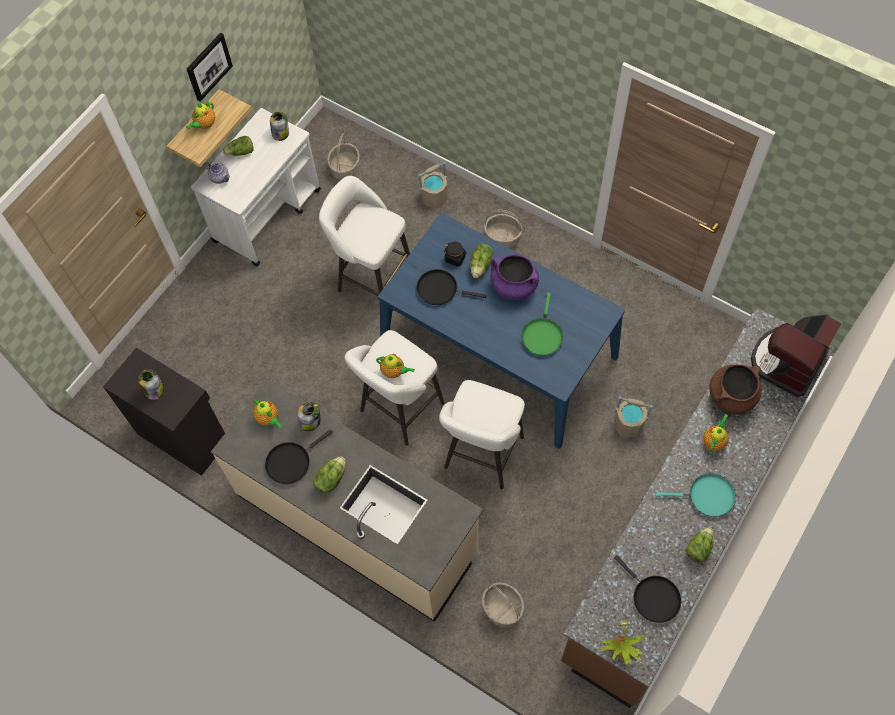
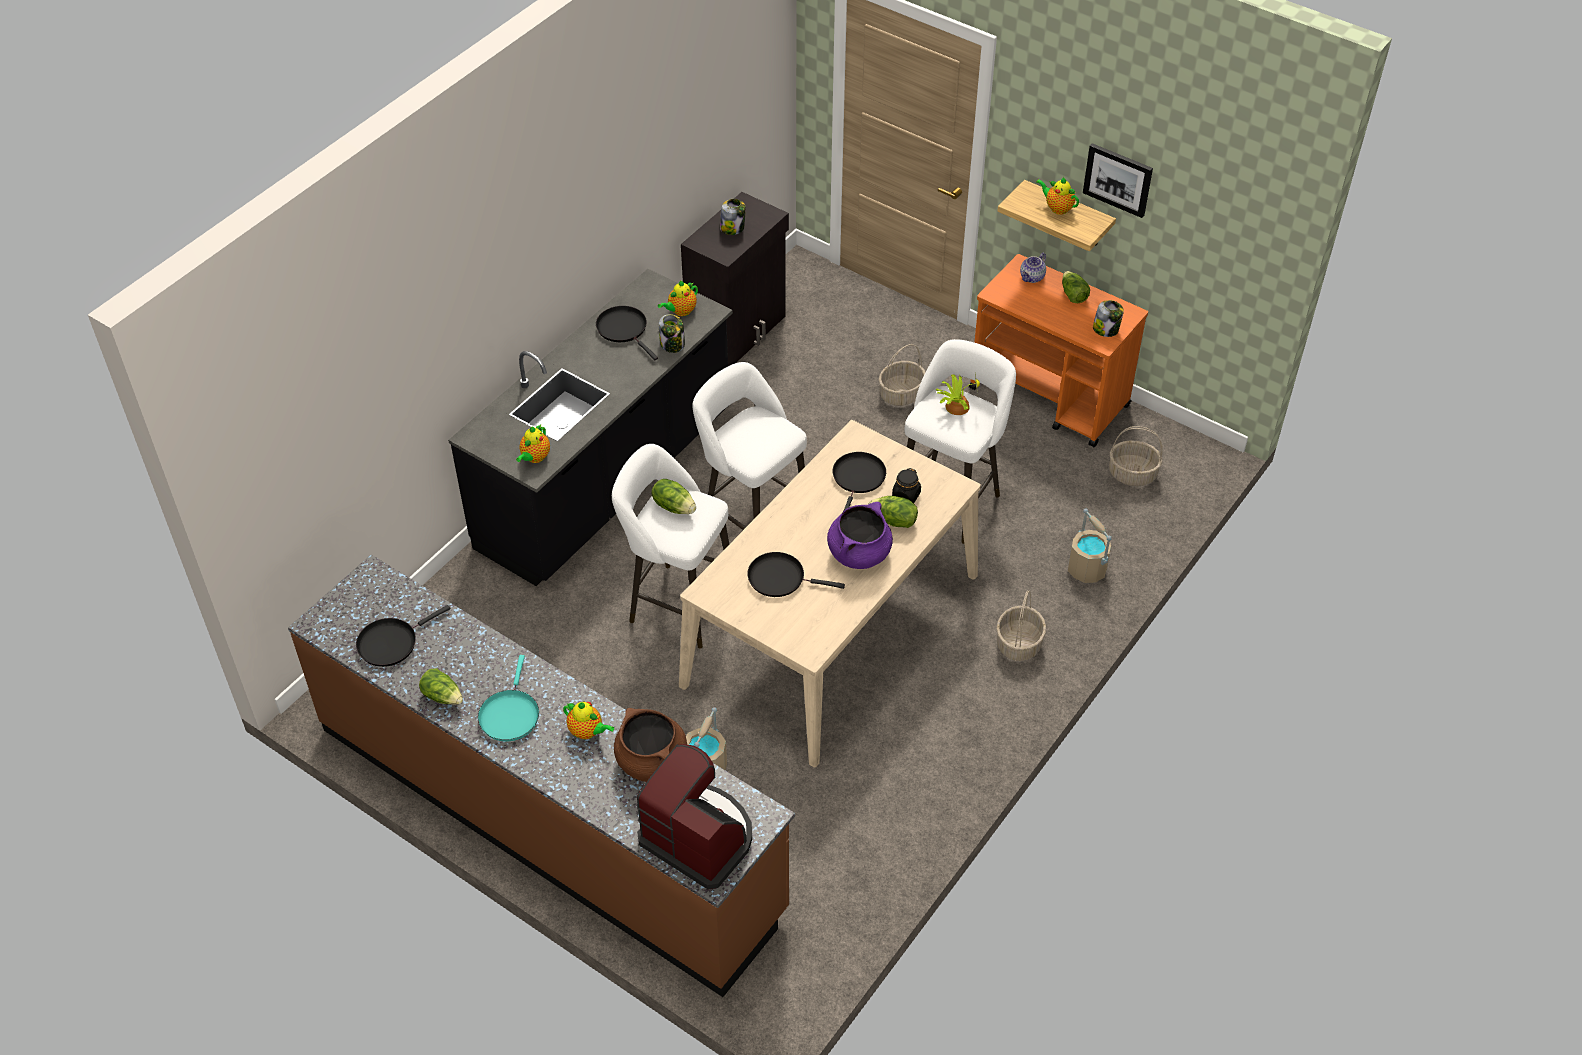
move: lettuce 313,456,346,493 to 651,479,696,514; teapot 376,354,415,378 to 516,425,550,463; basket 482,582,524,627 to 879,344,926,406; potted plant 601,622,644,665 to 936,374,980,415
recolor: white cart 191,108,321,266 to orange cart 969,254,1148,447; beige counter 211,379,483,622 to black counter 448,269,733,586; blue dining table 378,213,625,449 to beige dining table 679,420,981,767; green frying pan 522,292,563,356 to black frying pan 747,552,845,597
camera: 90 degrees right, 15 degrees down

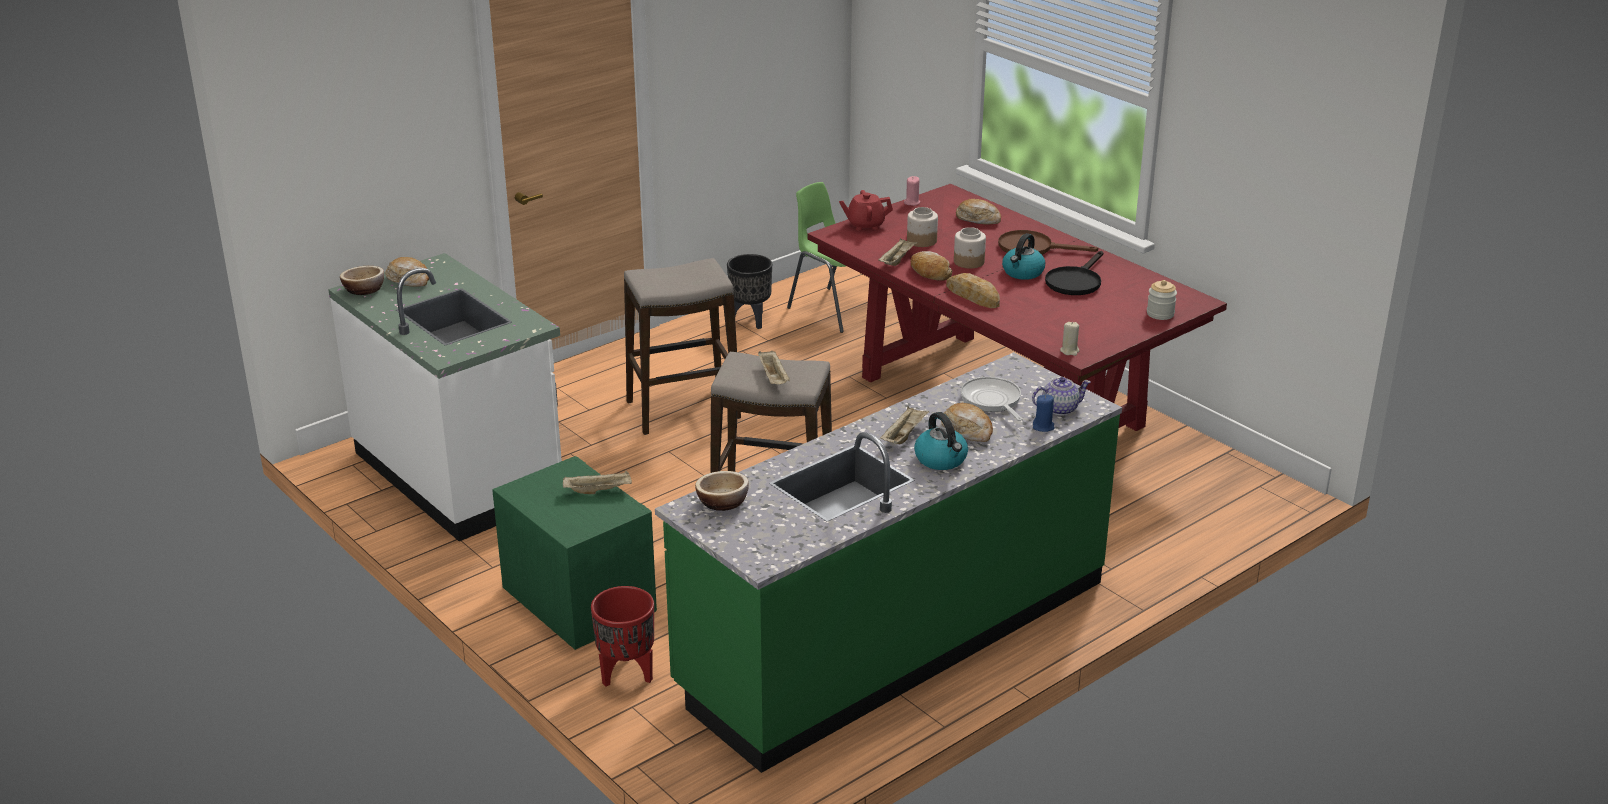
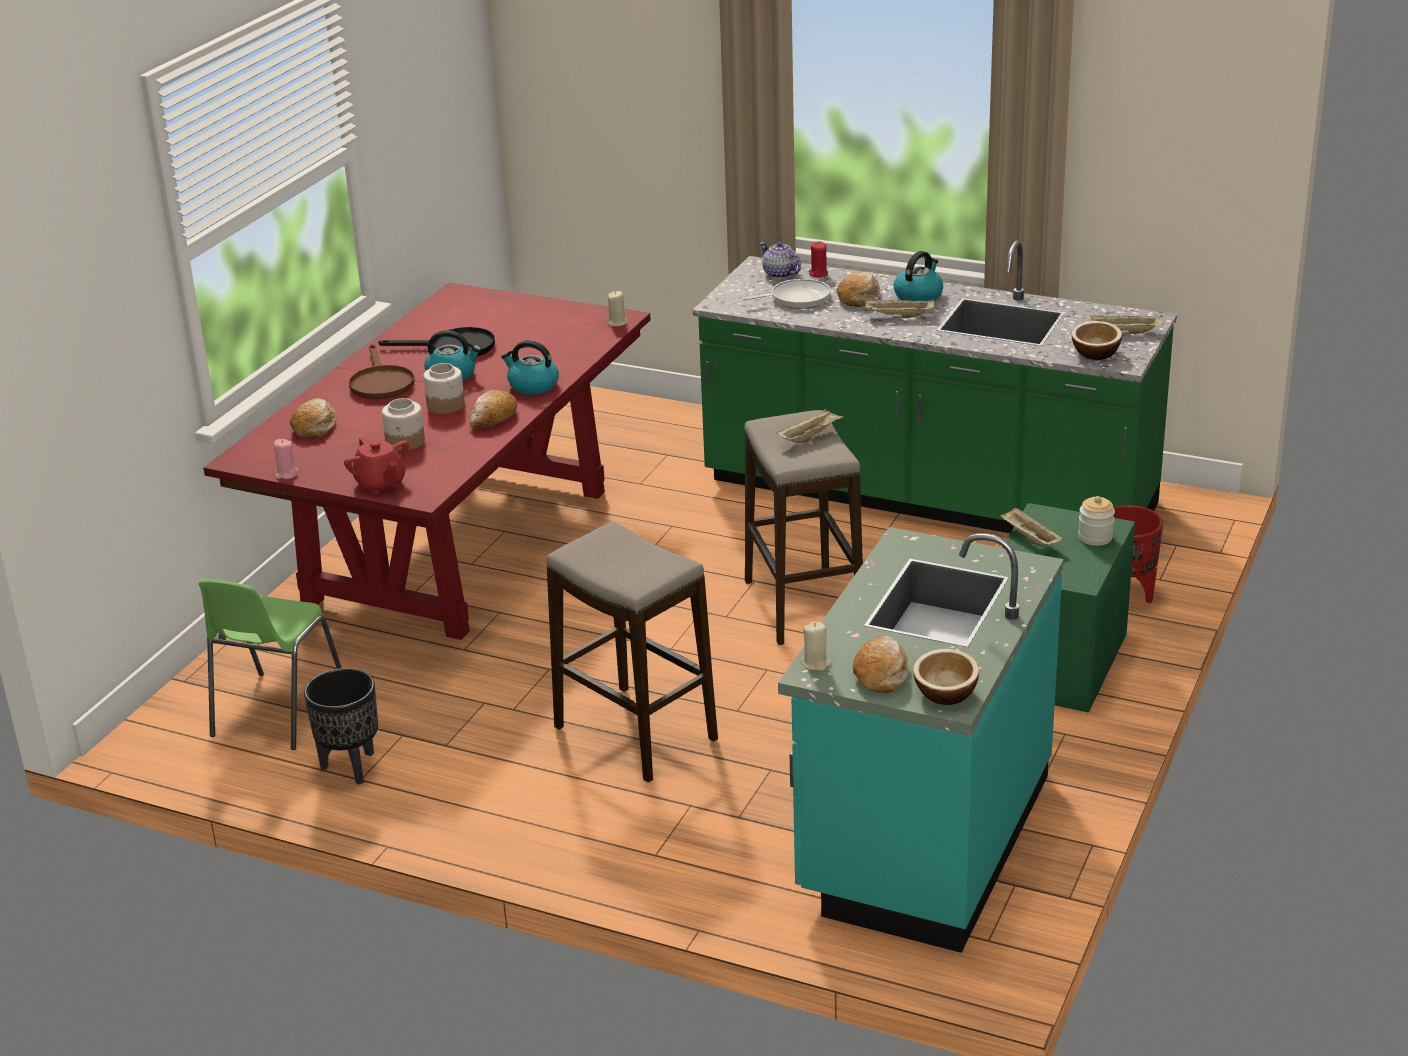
insert: beige candle 801,622,832,671
move: beige tray 878,238,918,266 to 1091,315,1164,334; jar 1147,280,1177,320 to 1078,496,1115,546
replace: bread 946,273,1000,308 to kettle 501,340,559,395
recolor: white counter 328,253,562,541 to turquoise counter 778,527,1064,953; blue candle 1033,394,1055,432 to red candle 809,241,828,277
rotate: frying pan 961,377,1023,421 = 743,279,831,309 150 degrees counterclockwise
camera: 115 degrees left, 0 degrees up

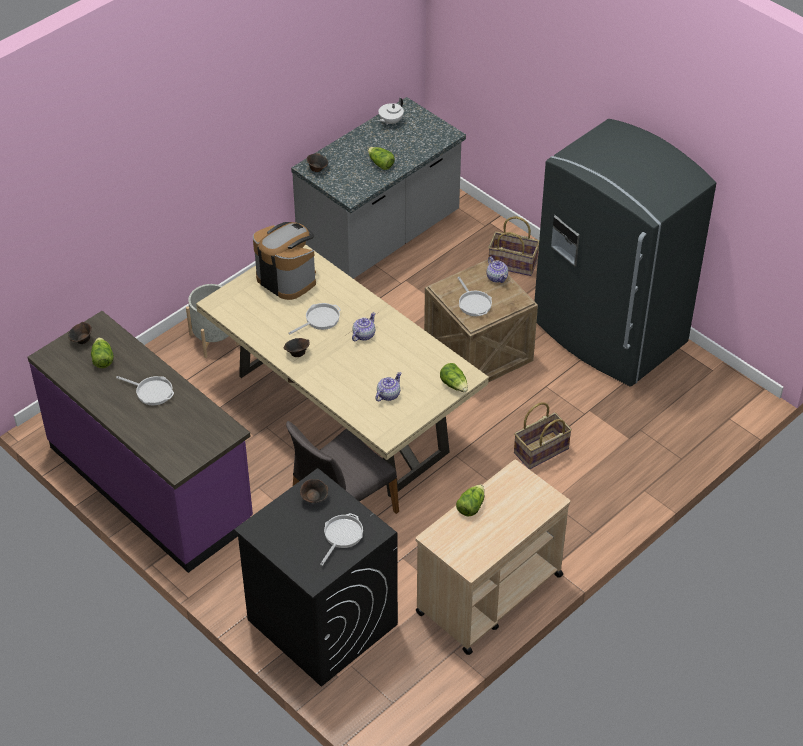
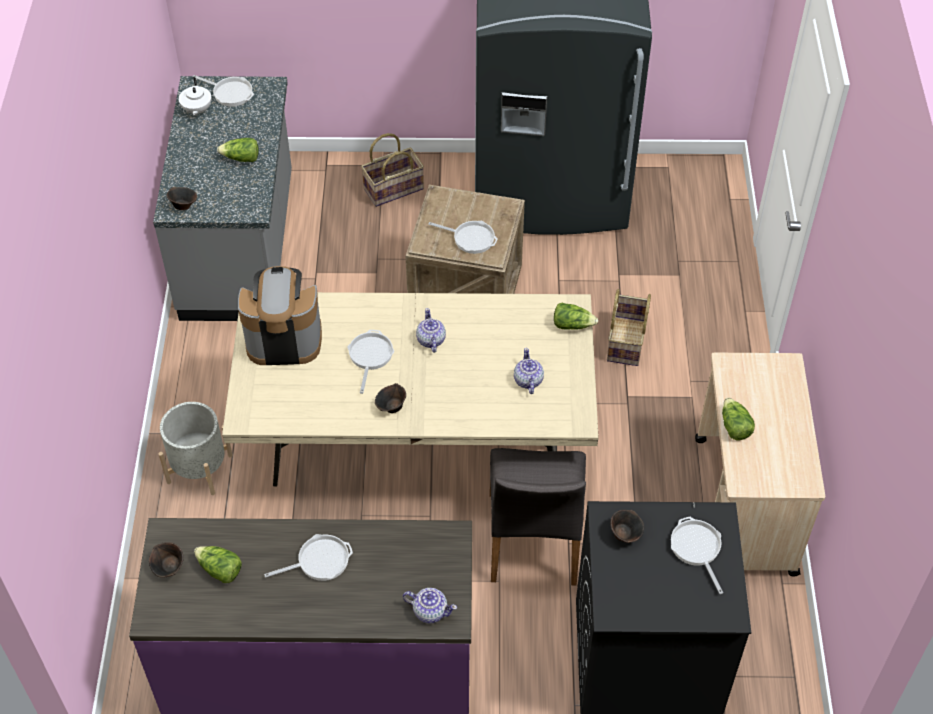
insert: frying pan 193,75,254,107
move: teapot 487,256,508,283 to 403,588,457,623
camera: 45 degrees left, 5 degrees up

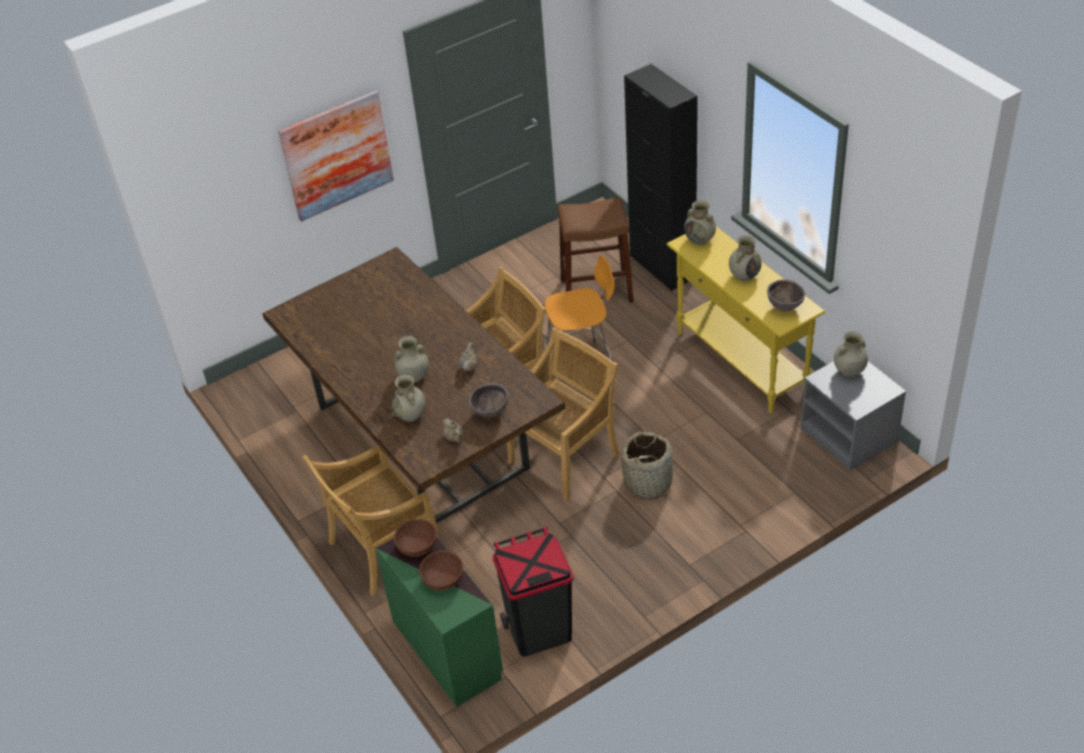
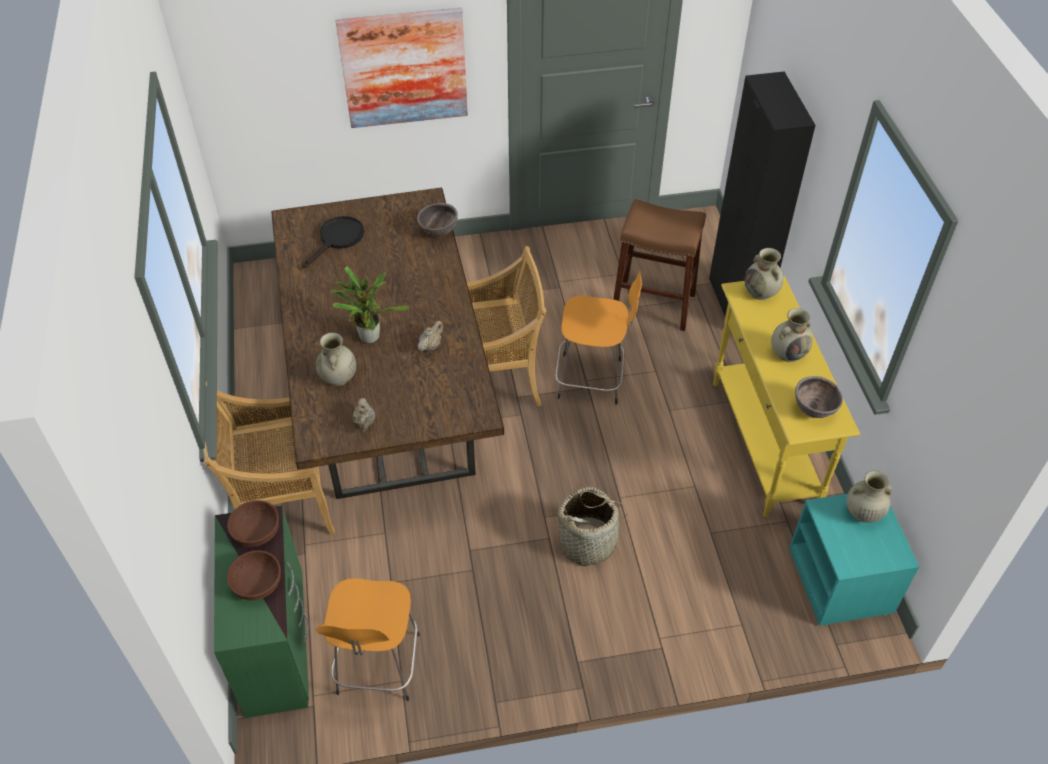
delete: beige chair 507,327,620,501
insert: black frying pan 302,216,364,268
move: brown bowl 469,383,508,418 to 417,203,458,237
replace: beige vase 395,336,429,383 to potted plant 331,266,409,343; black trash can 493,526,574,656 to orange stool 316,578,420,701
recolor: grey nightstand 800,361,906,471 to turquoise nightstand 789,494,919,626
camera: 20 degrees right, 5 degrees up

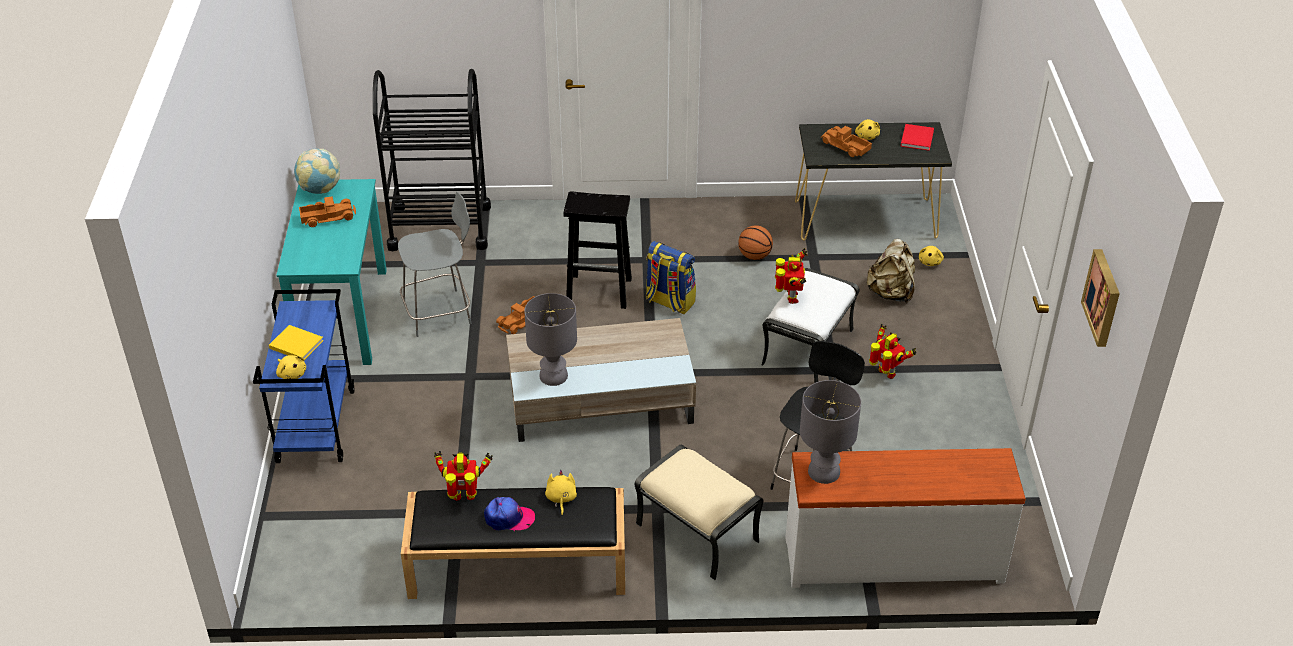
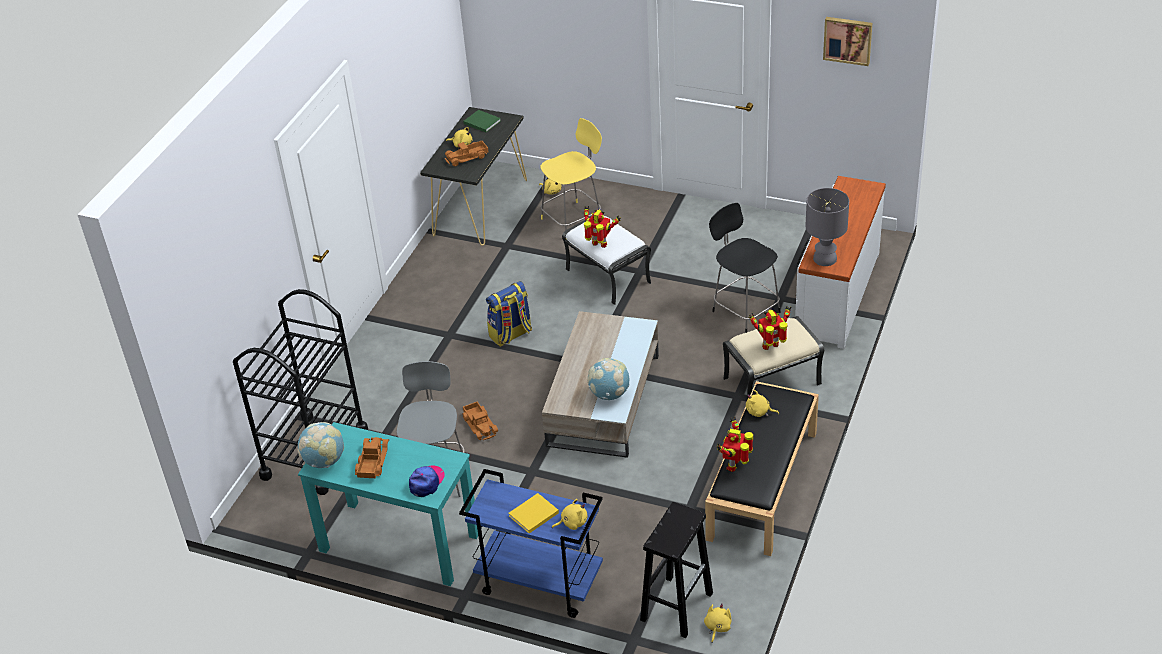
delete: basketball 738,225,773,260
insert: yellow plush toy 704,604,731,643
move: cap 484,497,535,531 to 409,465,445,497; black stool 564,191,632,309 to 640,502,713,638; toy robot 869,324,917,379 to 748,306,791,350
replace: grey table lamp 524,293,577,386 to globe 587,358,630,400; beige backpack 866,239,915,303 to yellow stool 540,118,602,240
recolor: red book 901,124,934,151 to green book 463,110,501,132
camera: 65 degrees left, 0 degrees up

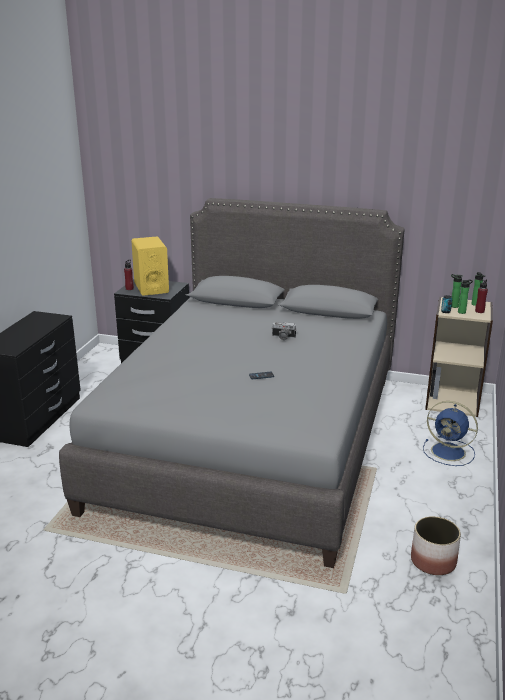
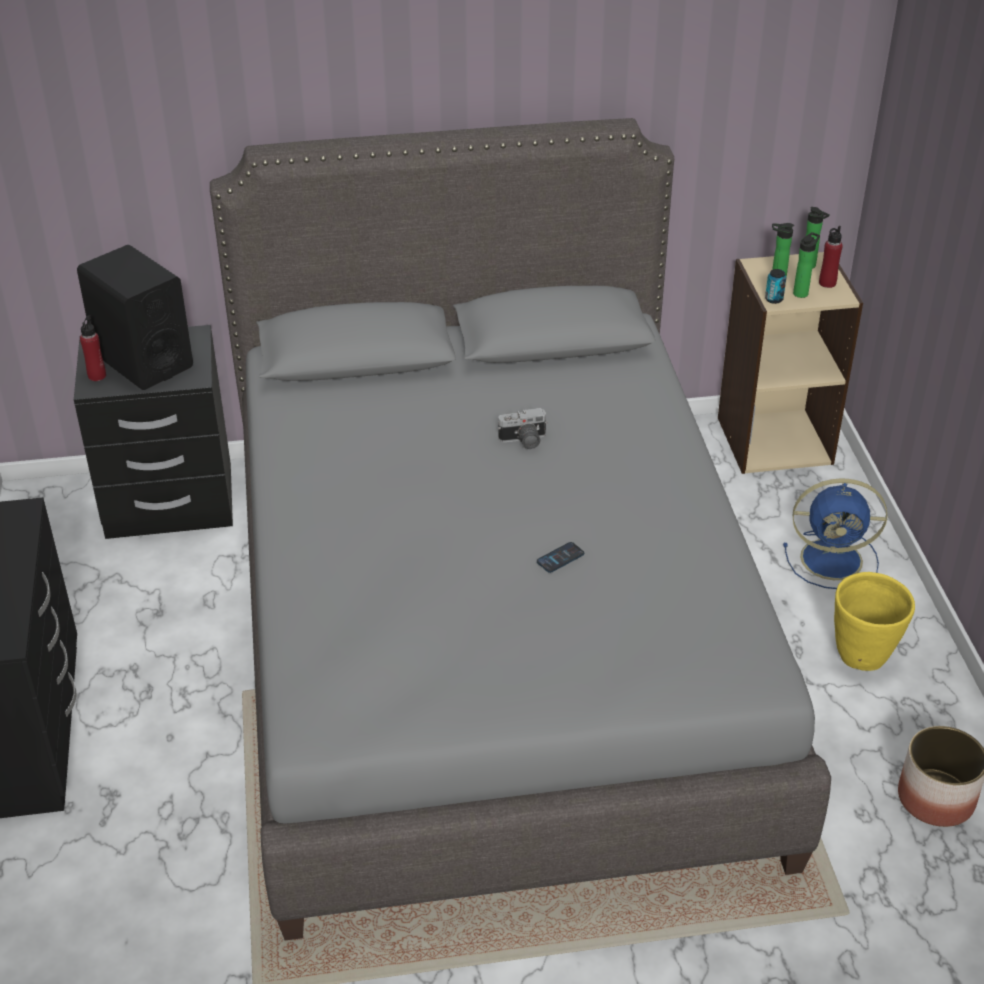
insert: yellow planter 834,572,915,671
recolor: yellow speaker 131,237,169,296 to black speaker 77,245,193,390
camera: 25 degrees left, 15 degrees up

